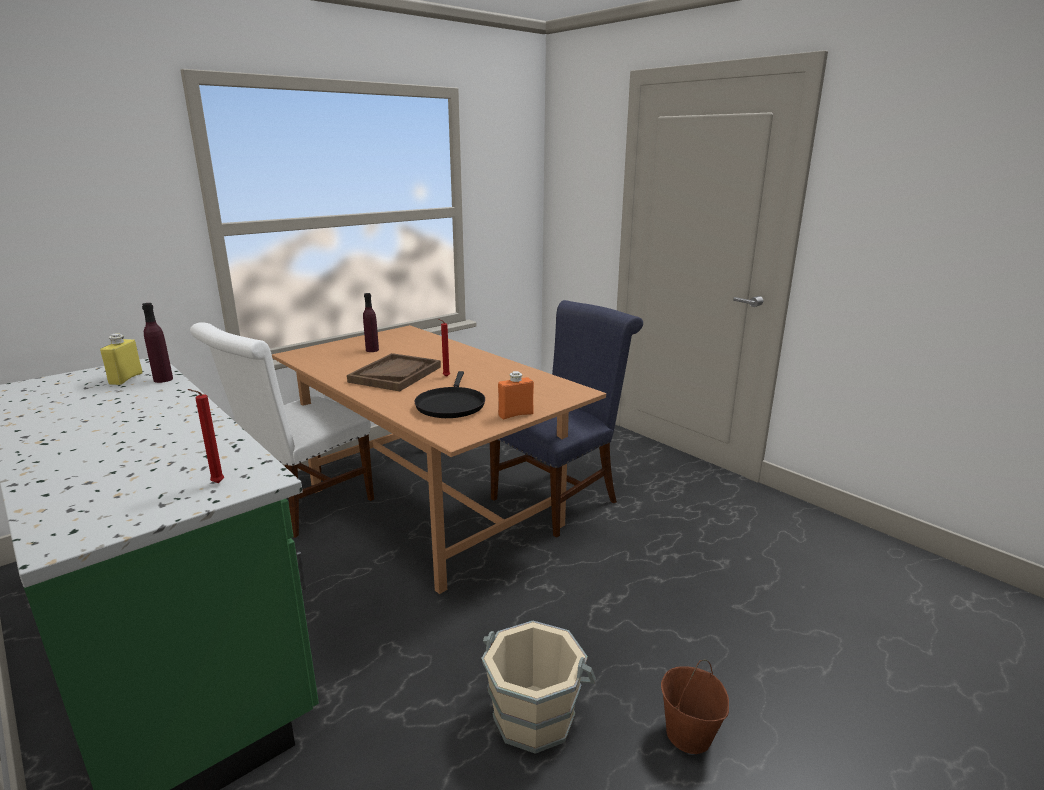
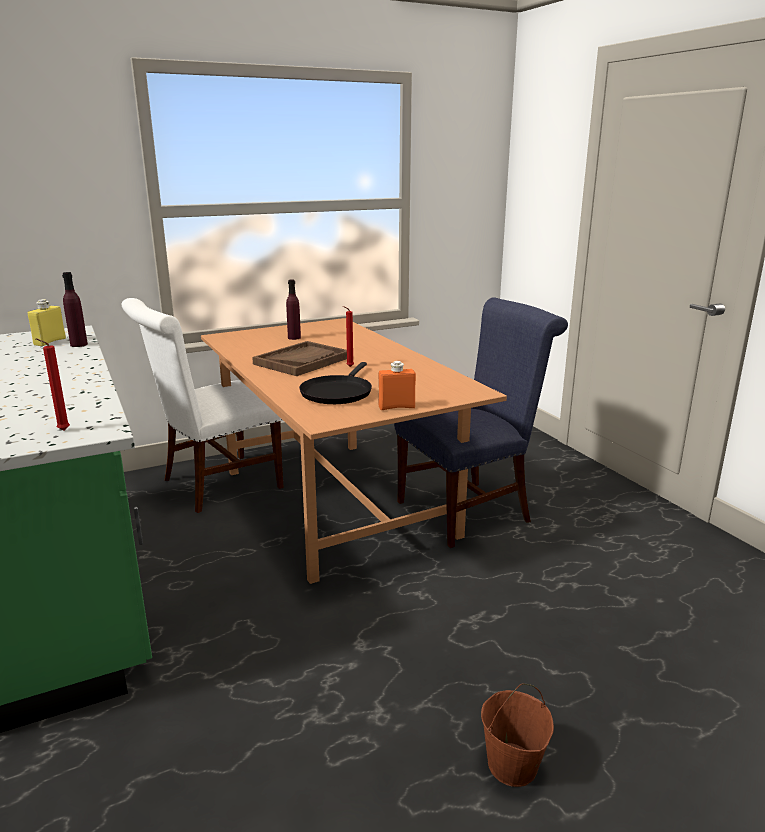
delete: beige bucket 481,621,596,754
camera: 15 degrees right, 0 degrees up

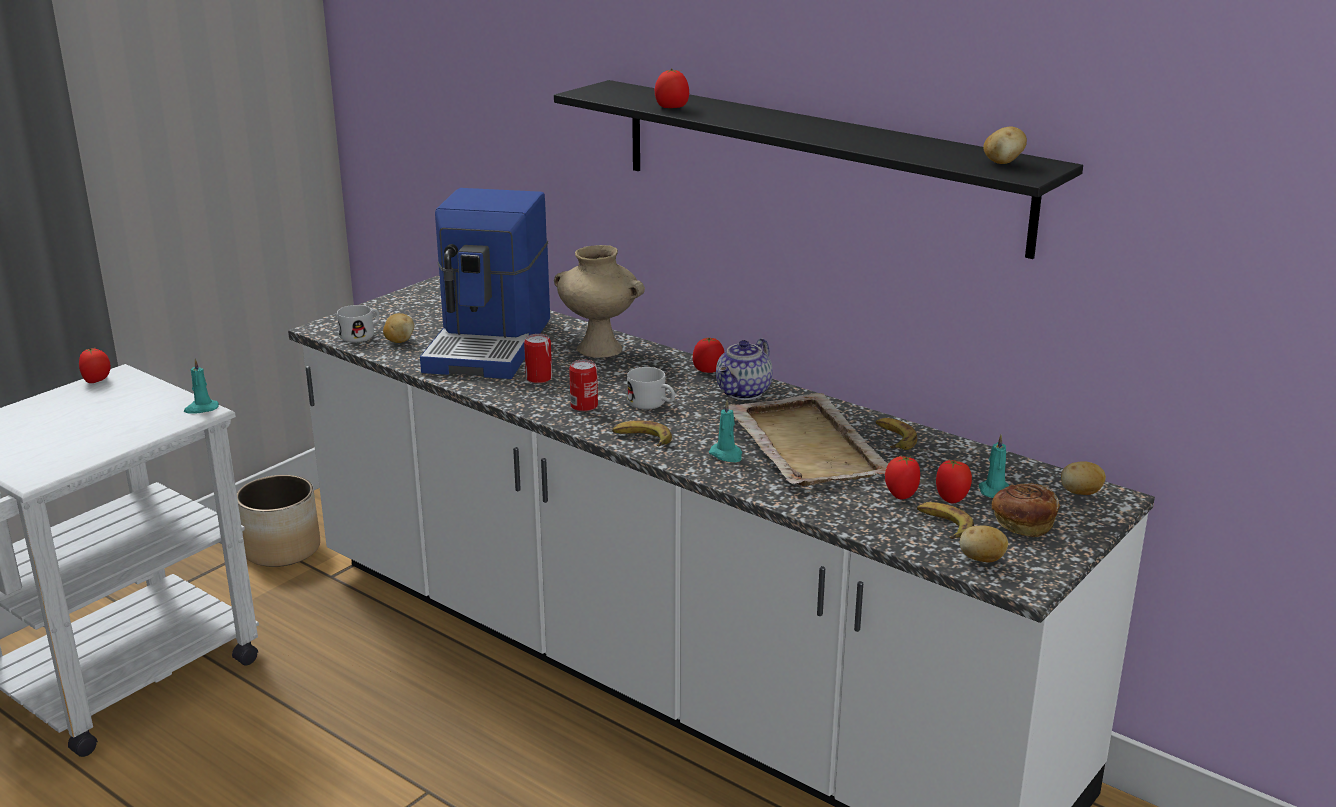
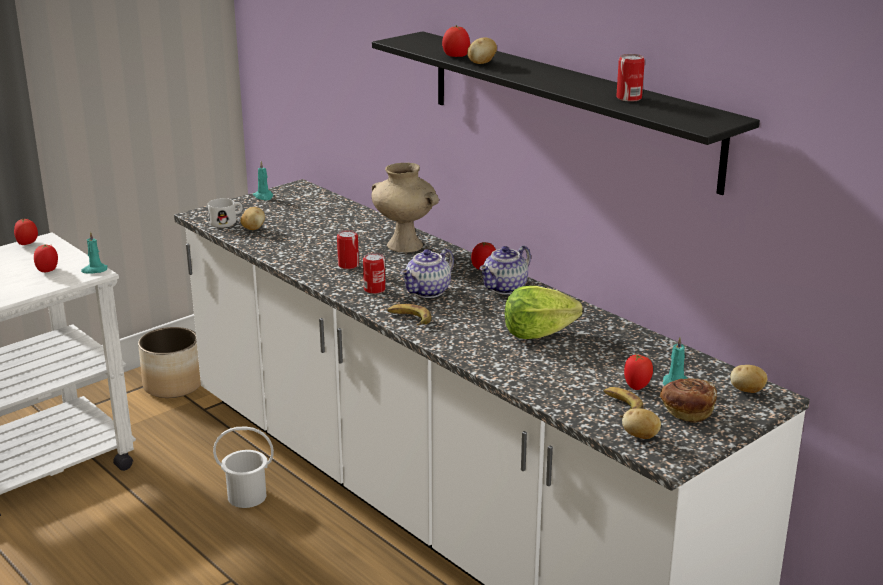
delete: coffee machine 420,188,550,379; banana 876,418,917,450
insert: white bucket 213,426,274,508; can 616,54,645,102
move: turquoise candle 709,400,742,462 to 253,161,273,200; tomato 885,456,920,499 to 34,245,58,272; potato 984,127,1027,164 to 467,37,497,64
replace: white mug 627,367,675,409 to teapot 400,249,454,298; beige tray 728,393,888,486 to lettuce 505,286,583,339
camera: 10 degrees right, 0 degrees up

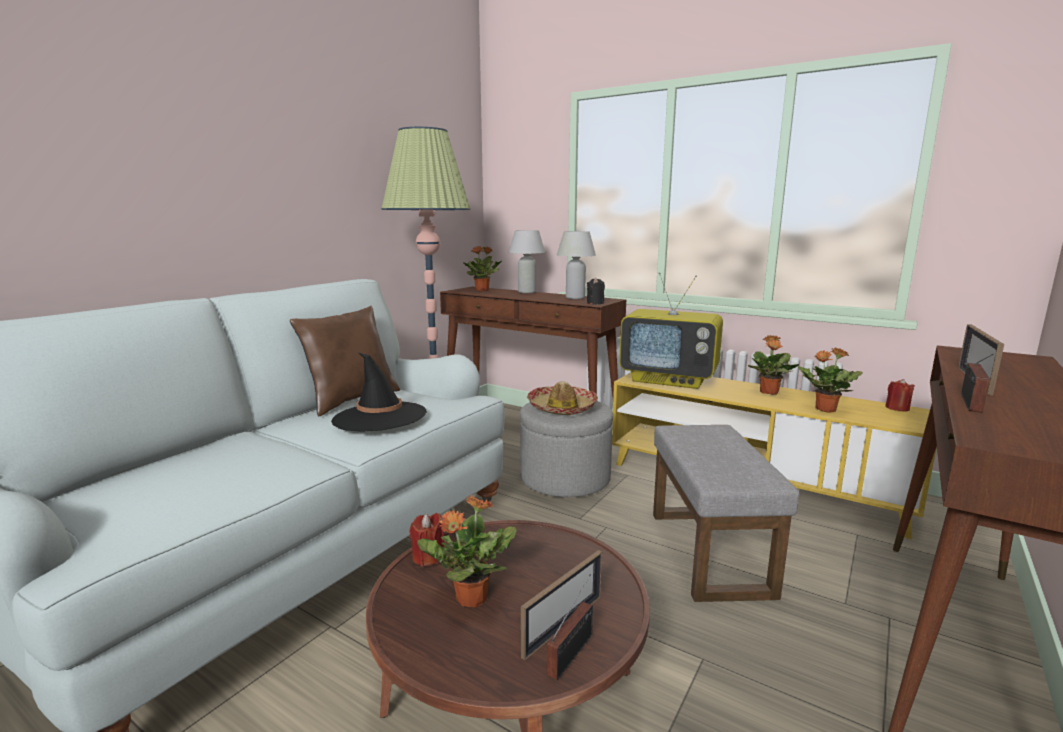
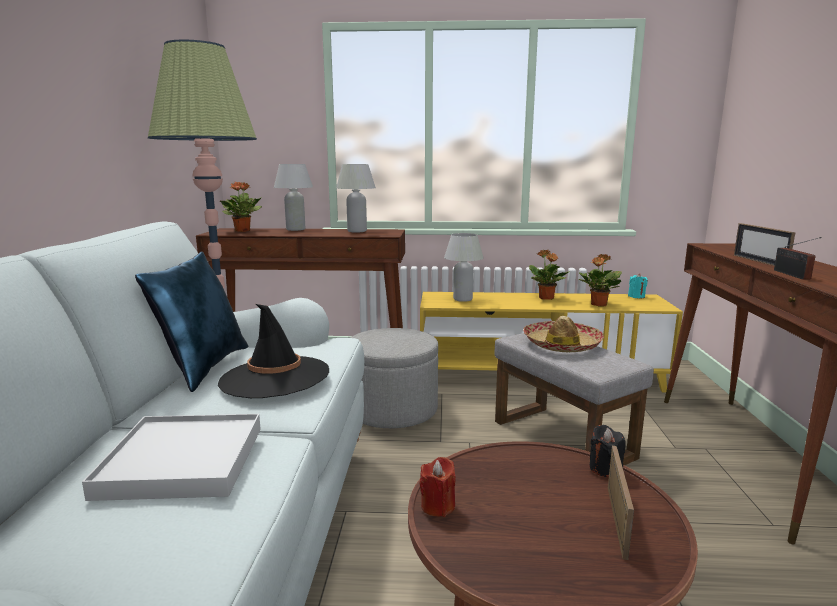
delete: potted plant 417,495,517,608; radio 547,574,593,680
insert: white tray 82,414,261,501
move: hat 527,381,598,415 to 523,316,604,352; black candle 587,278,605,305 to 589,425,626,477
replace: television 619,272,723,389 to white table lamp 444,233,483,302
recolor: brown pillow 290,306,400,416 to blue pillow 135,252,248,392; red candle 885,379,915,412 to turquoise candle 628,274,648,298
camera: 30 degrees left, 0 degrees up

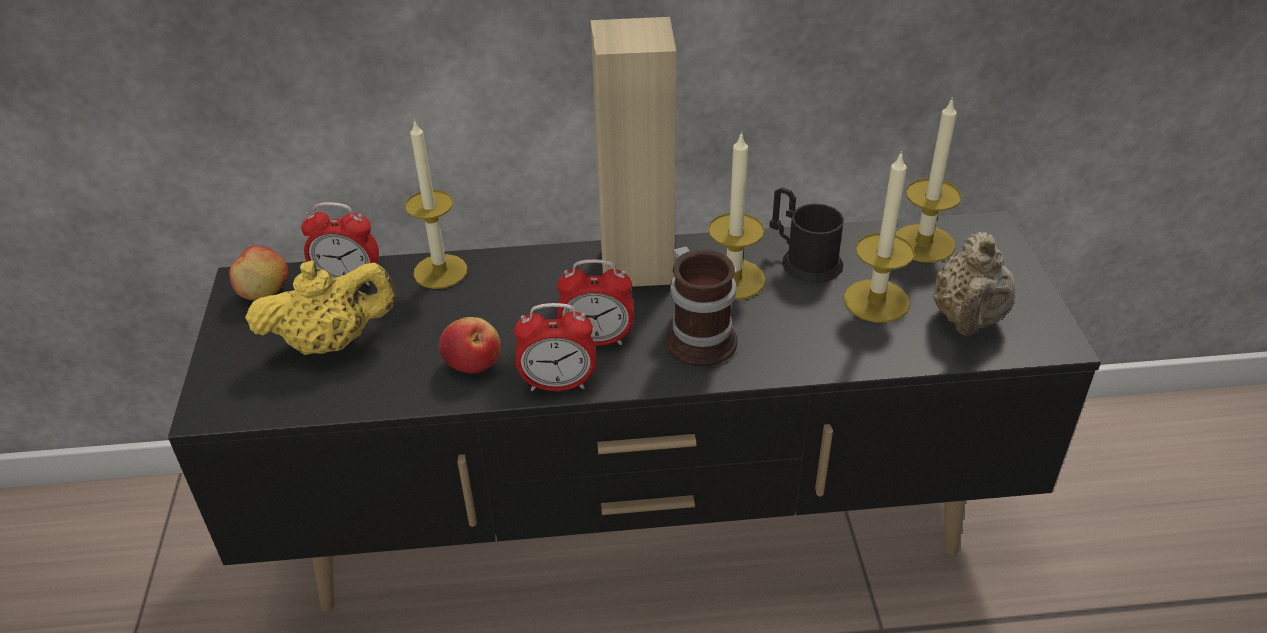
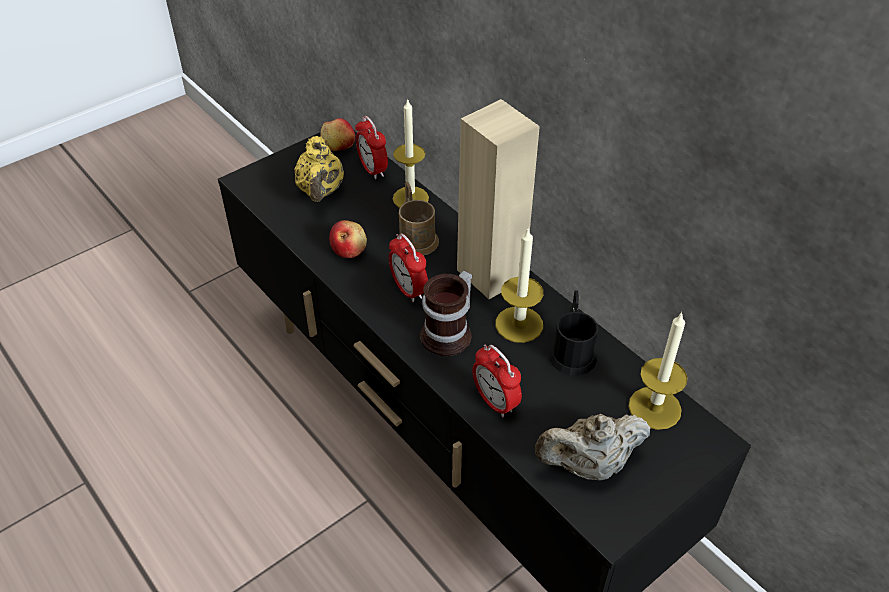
delete: candle 844,151,915,322
insert: brown mug 399,182,439,255
move: alarm clock 514,303,596,391 to 472,344,522,417
rotate: yellow teapot 245,260,396,355 = 294,136,344,202 45 degrees clockwise
camera: 55 degrees right, 5 degrees up

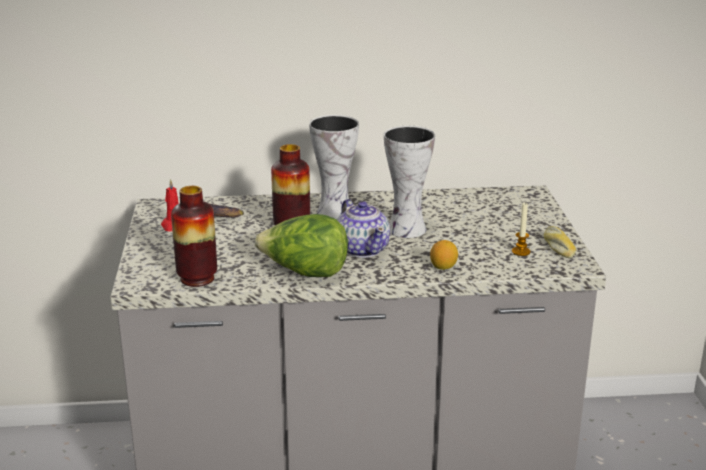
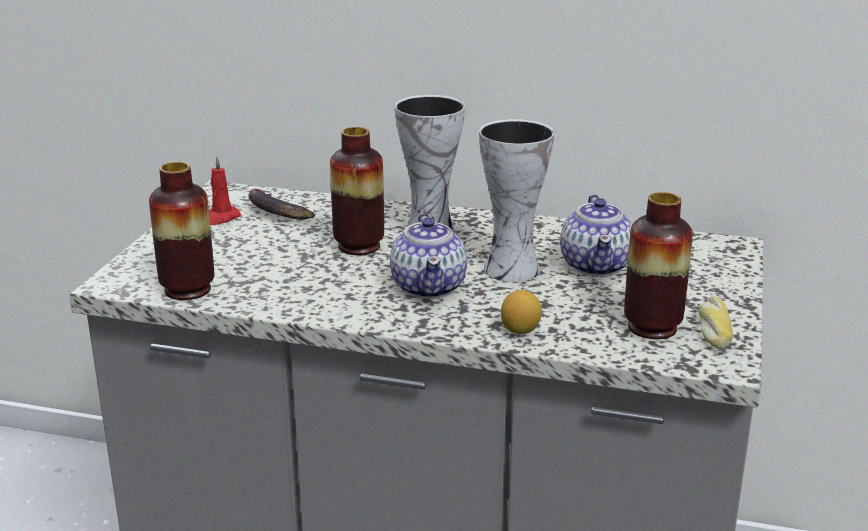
delete: lettuce 255,214,348,277
insert: teapot 560,195,632,276
replace: candle 512,203,530,256 to vase 624,192,693,339
camera: 20 degrees right, 0 degrees up

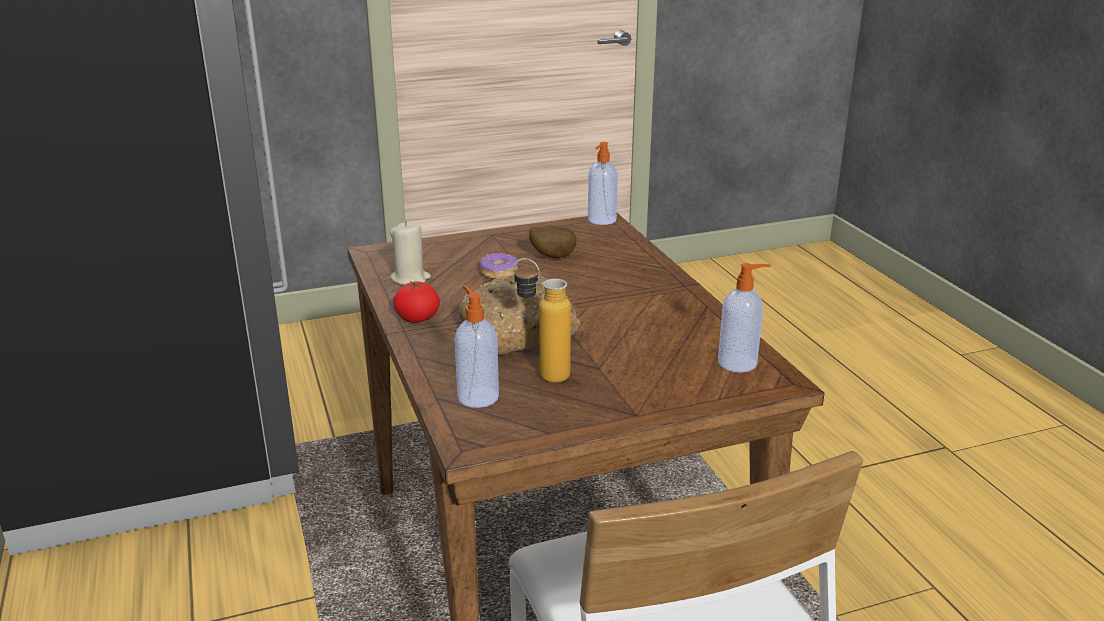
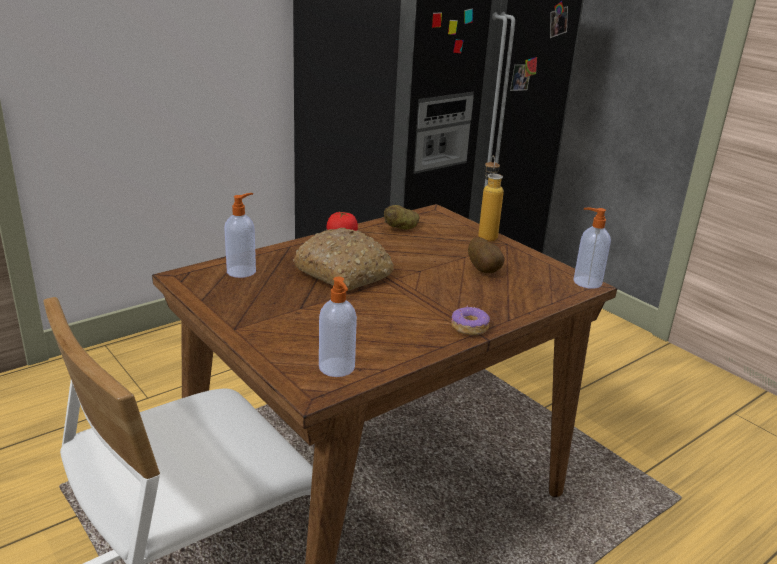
move: donut 480,253,518,279 to 451,306,490,335; bottle 513,258,571,383 to 478,155,504,241
replace: beige candle 390,221,431,285 to potato 384,205,419,230
camera: 70 degrees right, 0 degrees up

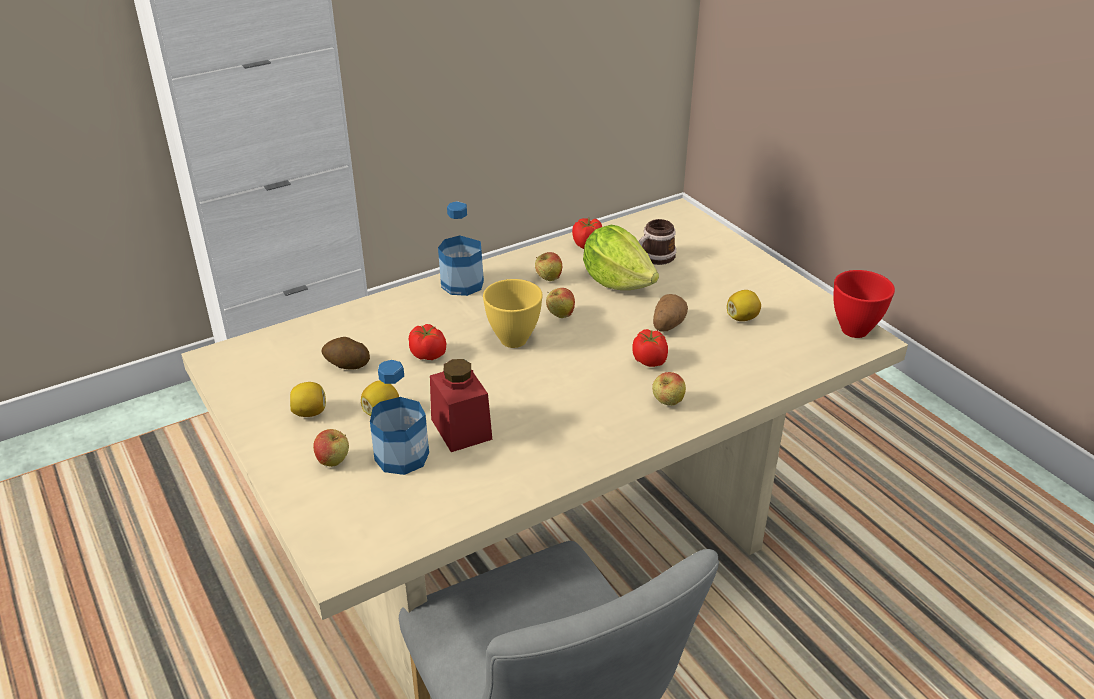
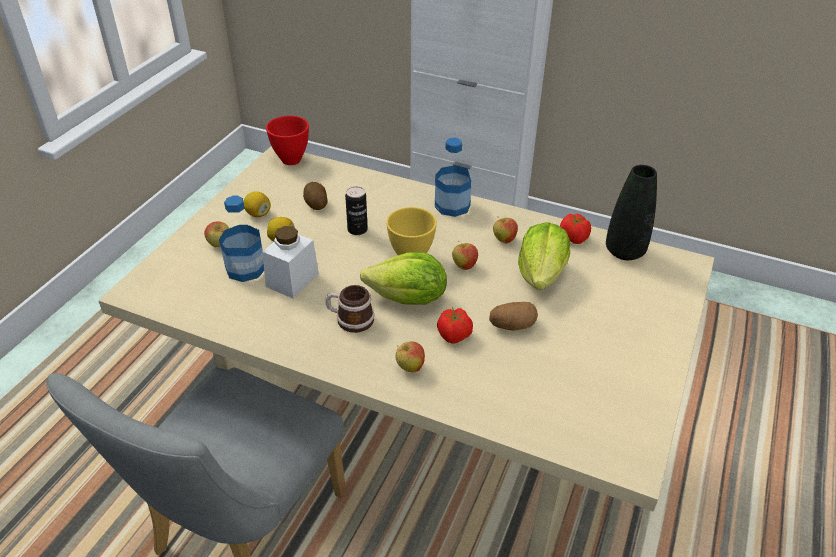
delete: lemon 727,290,761,321
insert: lettuce 360,252,447,305; black vase 606,165,657,260
move: mug 639,219,676,265 to 326,285,374,333; red bowl 833,270,895,338 to 266,116,309,165
replace: tomato 409,324,446,360 to can 345,186,368,235
recolor: red jar 430,359,492,452 to white jar 262,226,319,299
camera: 55 degrees right, 5 degrees up

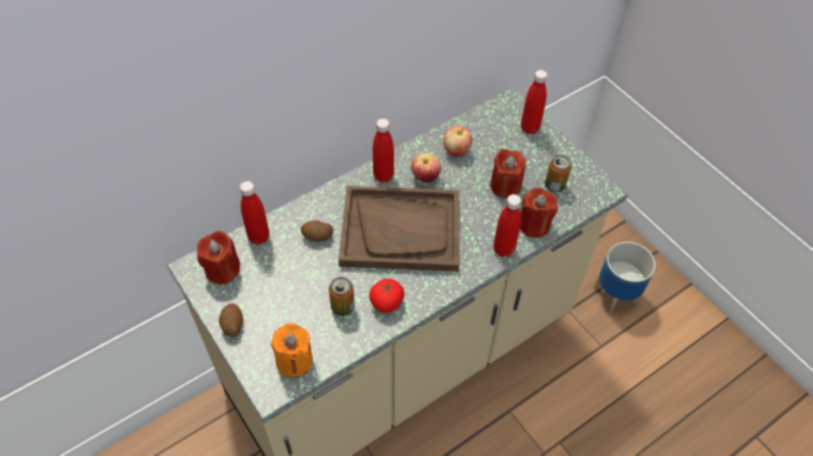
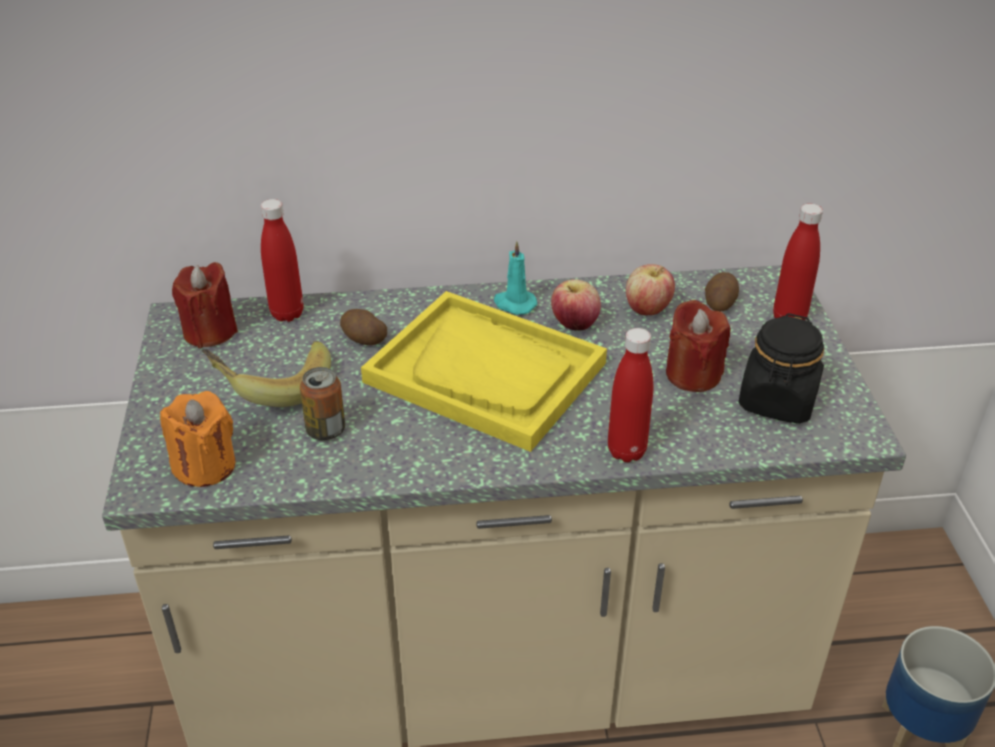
delete: tomato 369,279,404,313; red candle 520,188,558,238
insert: banana 202,341,331,407
move: potato 219,303,243,337 to 705,272,739,311
replace: red bottle 373,119,394,182 to turquoise candle 494,241,537,315; can 545,155,572,192 to black jar 739,313,824,424
recolor: brown tray 339,186,459,272 to yellow tray 361,291,607,452
camera: 30 degrees right, 15 degrees down

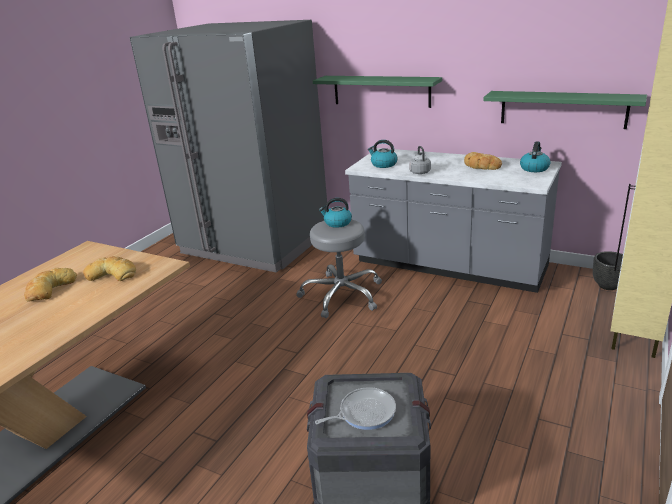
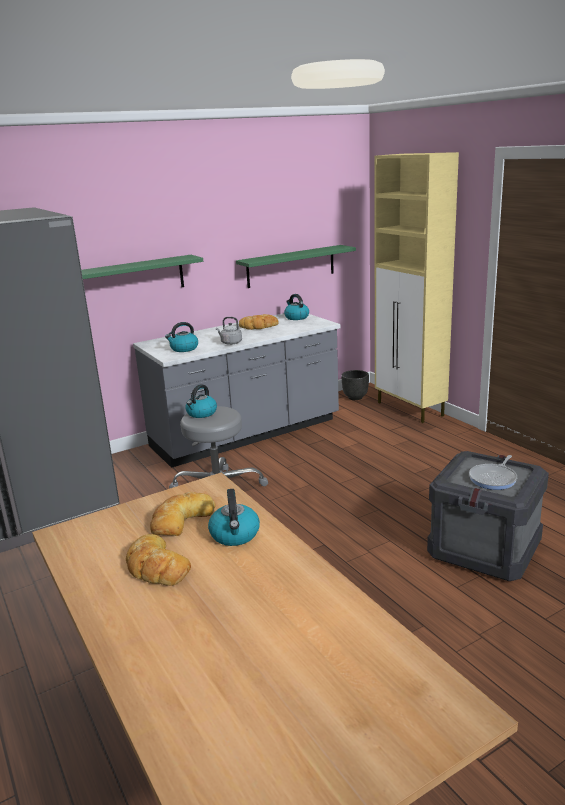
insert: kettle 208,489,260,546
rotate: frying pan 315,387,396,430 = 469,455,517,490 150 degrees counterclockwise
camera: 60 degrees left, 5 degrees down

